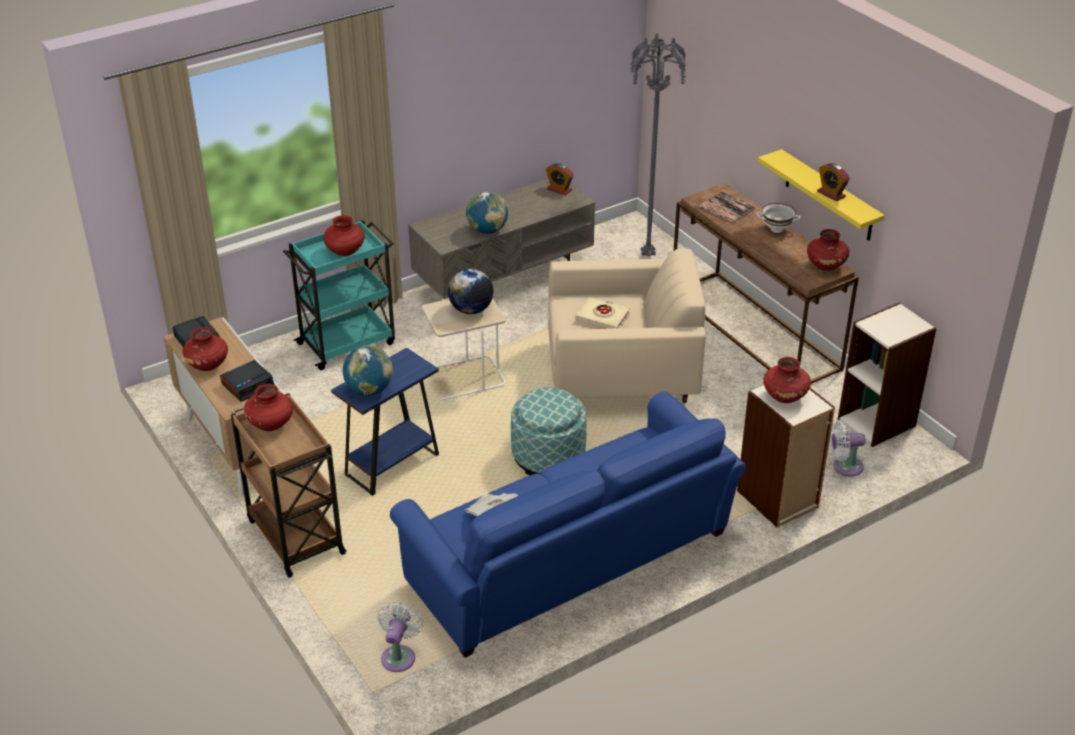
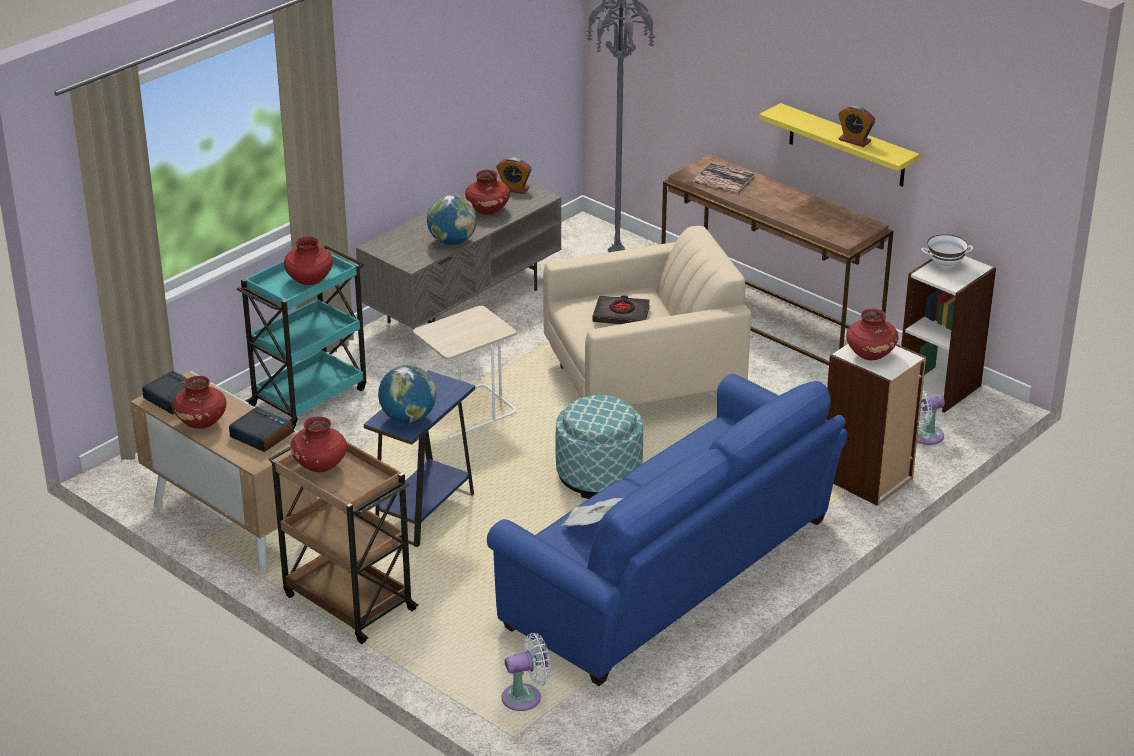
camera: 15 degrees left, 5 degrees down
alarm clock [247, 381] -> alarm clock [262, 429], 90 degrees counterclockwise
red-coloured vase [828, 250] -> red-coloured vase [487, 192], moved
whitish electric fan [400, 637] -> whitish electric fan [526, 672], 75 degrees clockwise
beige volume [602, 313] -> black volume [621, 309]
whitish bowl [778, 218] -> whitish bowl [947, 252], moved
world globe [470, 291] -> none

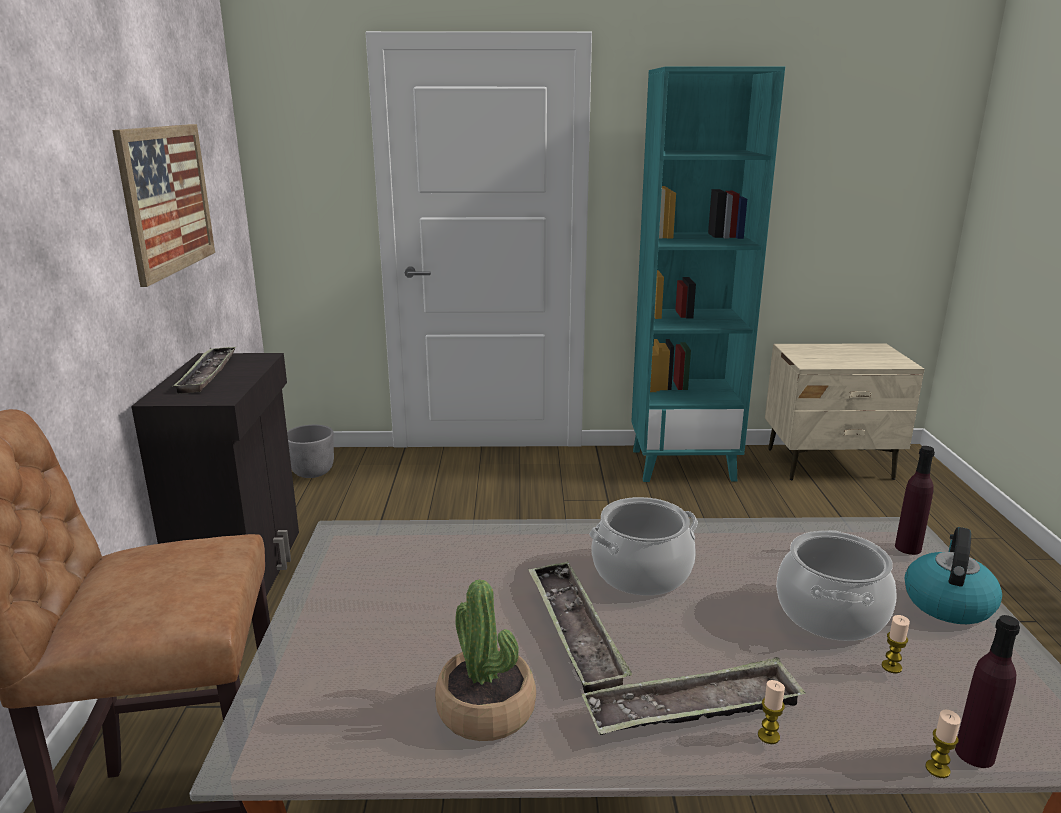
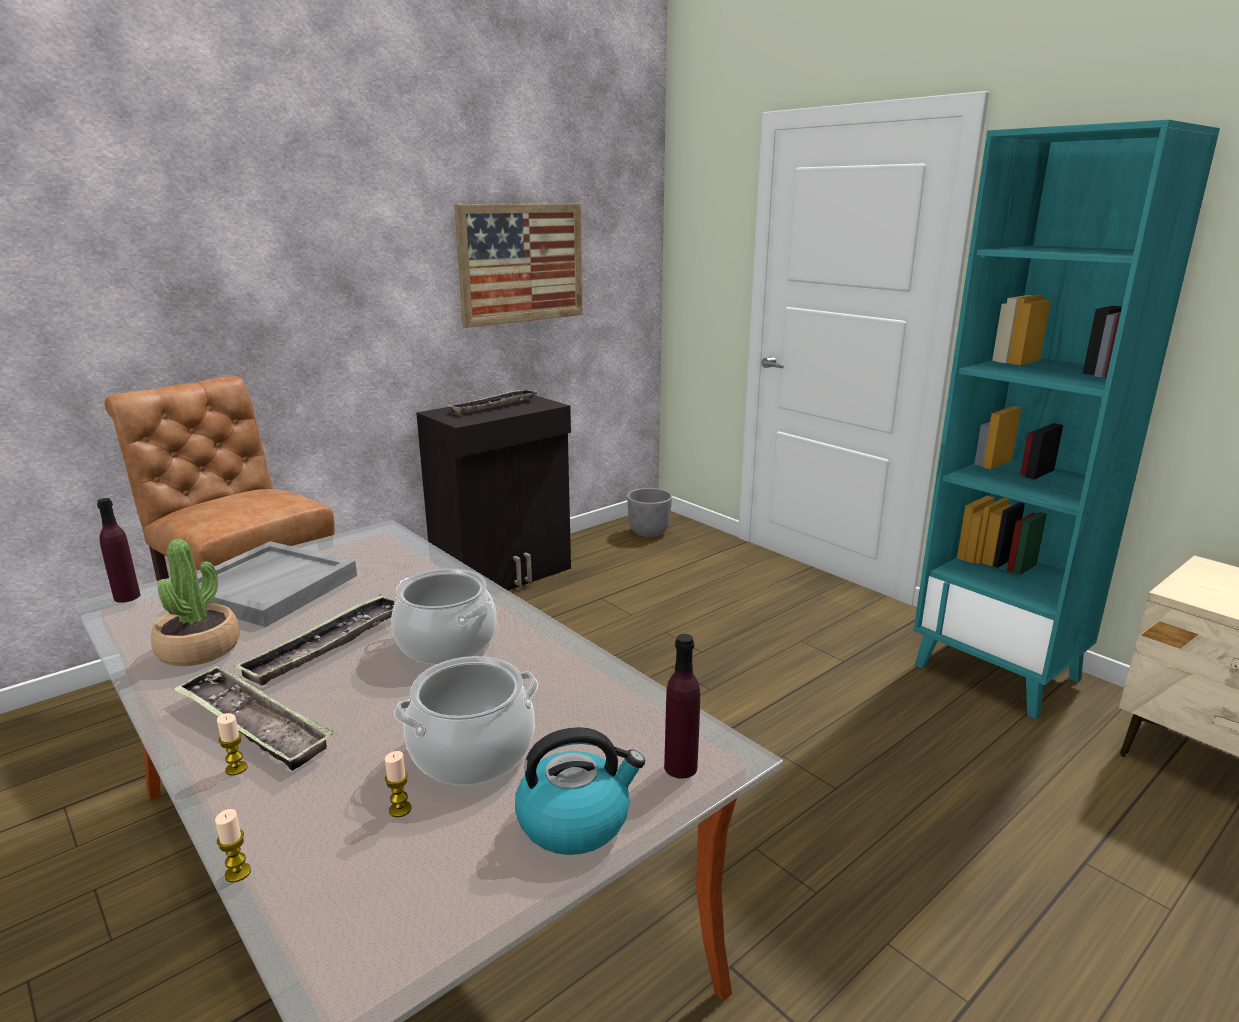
camera: 50 degrees right, 0 degrees up
purple drink bottle [987, 691] -> purple drink bottle [119, 550], moved
none -> greyish carrying tray [277, 584]

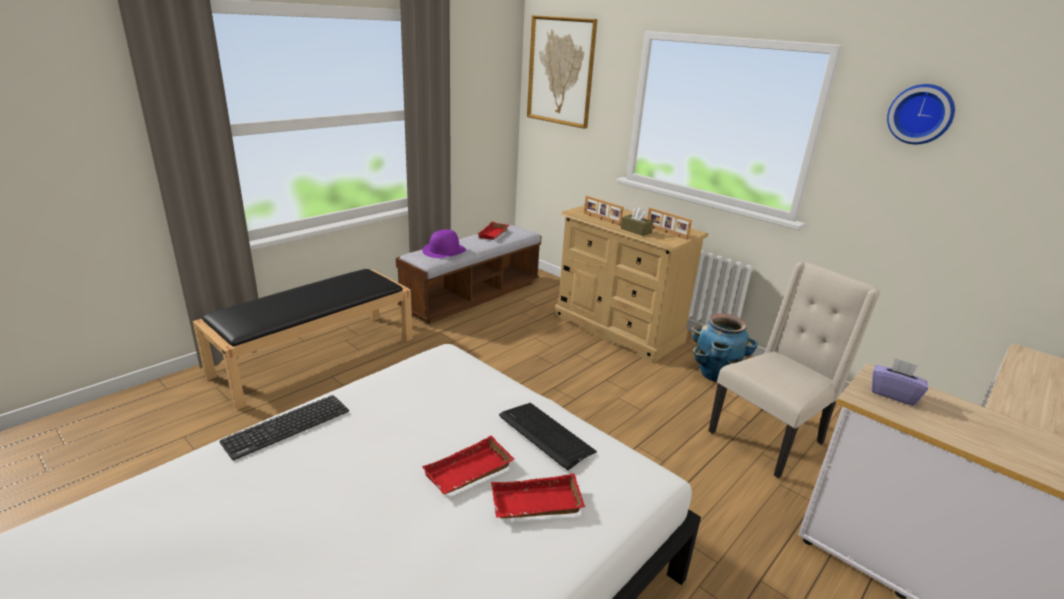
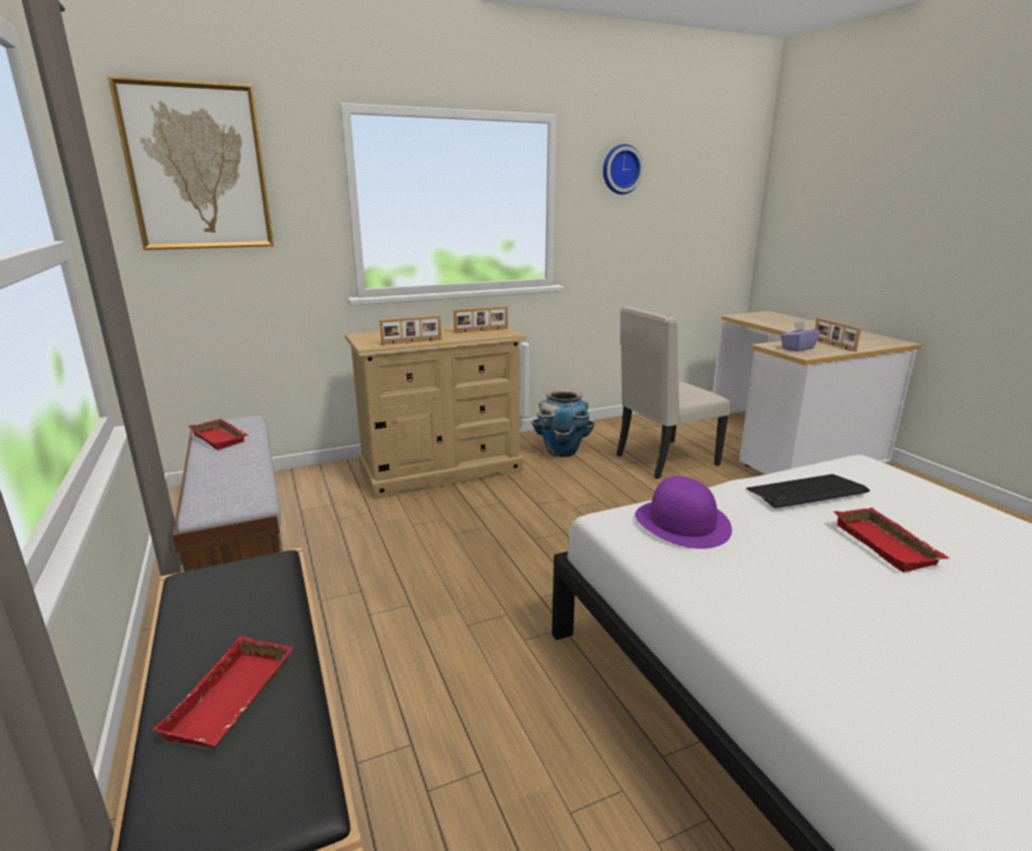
camera: 65 degrees left, 5 degrees down
red-coloured carrying tray [538, 495] -> red-coloured carrying tray [222, 691], moved
beige chair [794, 370] -> beige chair [673, 392], 105 degrees counterclockwise
purple wearable hat [444, 243] -> purple wearable hat [683, 512], moved
none -> standing frame [838, 335]
PC keyboard [284, 427] -> none
brown-coloured box of tissues [637, 221] -> none

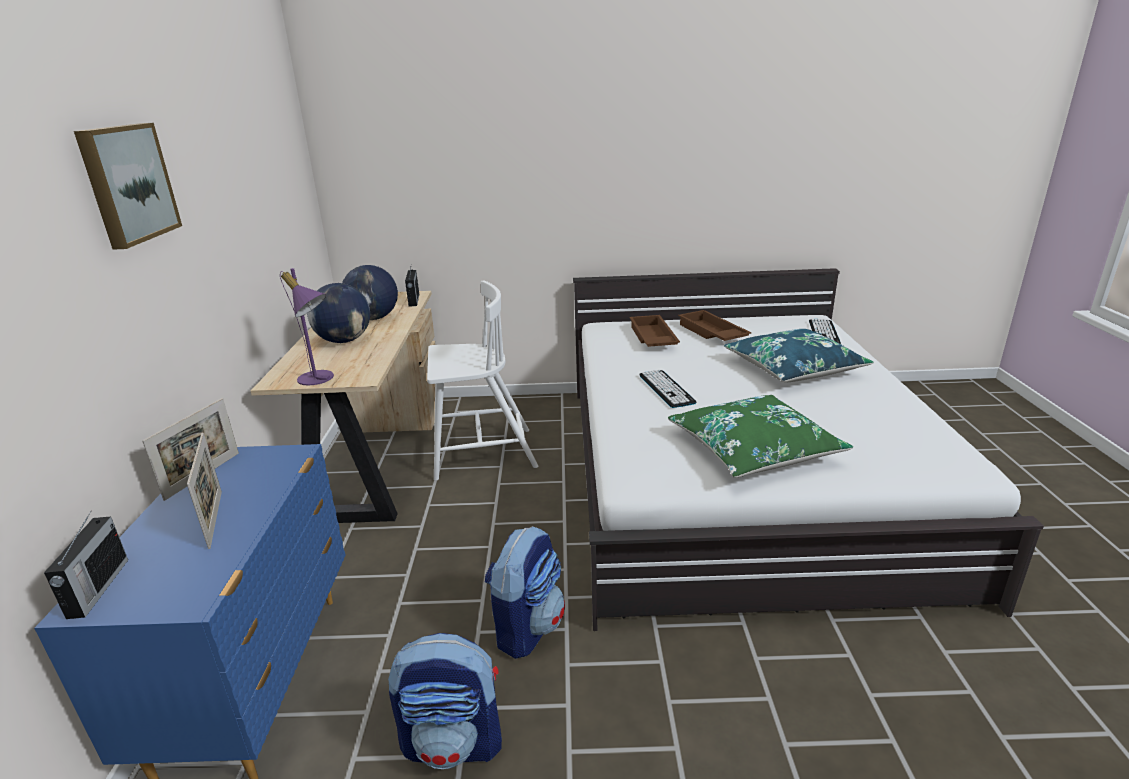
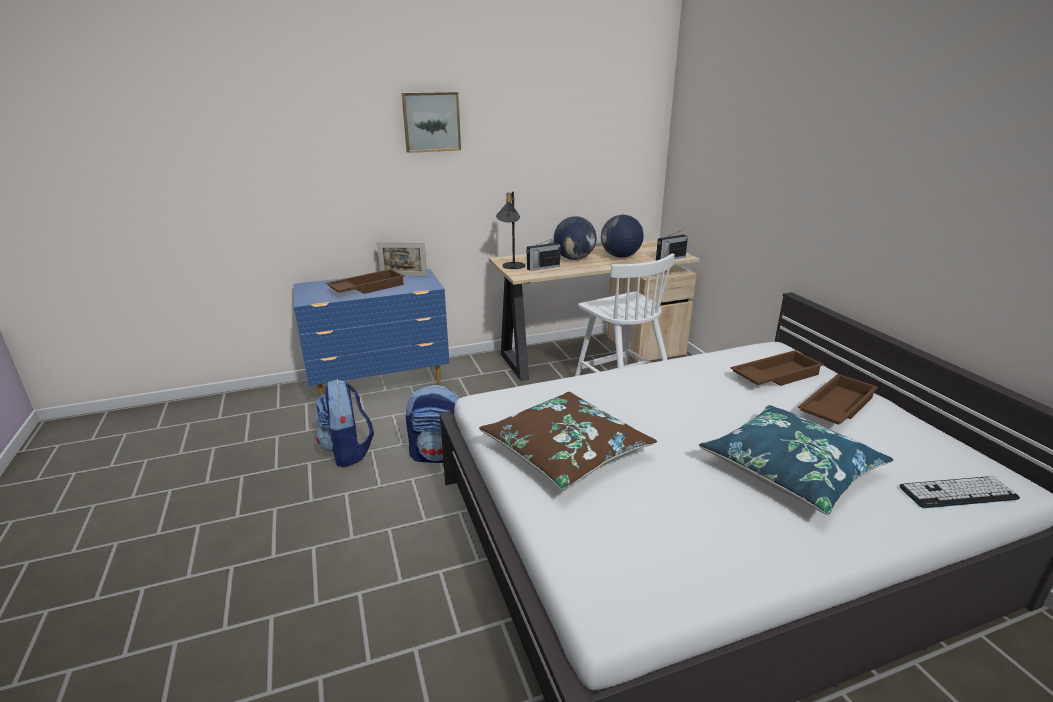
camera: 70 degrees right, 0 degrees up
standing frame [204, 491] -> brown-coloured carrying tray [365, 281]
green throw pillow [760, 436] -> brown-coloured throw pillow [568, 441]
purple lamp for a table [307, 327] -> black lamp for a table [510, 230]
radio receiver [86, 565] -> radio receiver [543, 255], moved
PC keyboard [668, 388] -> none

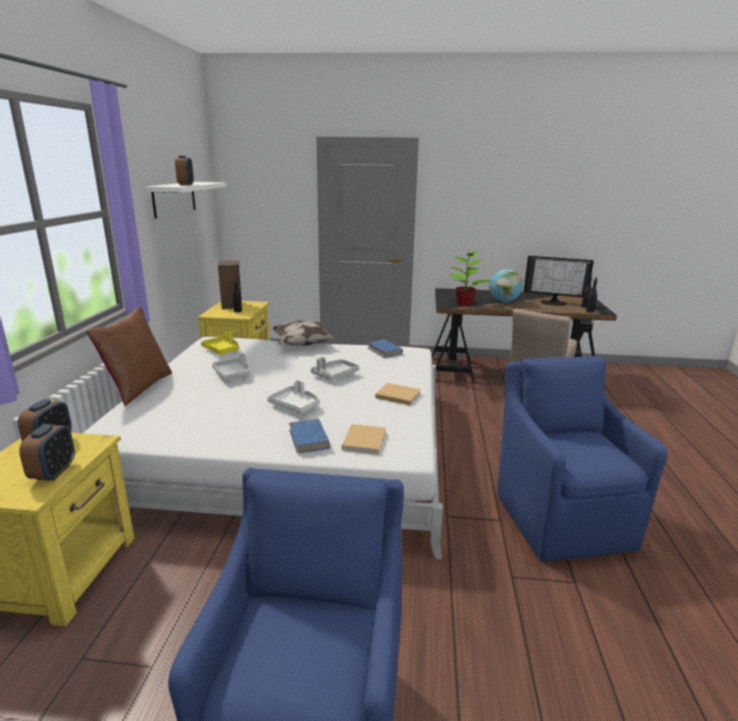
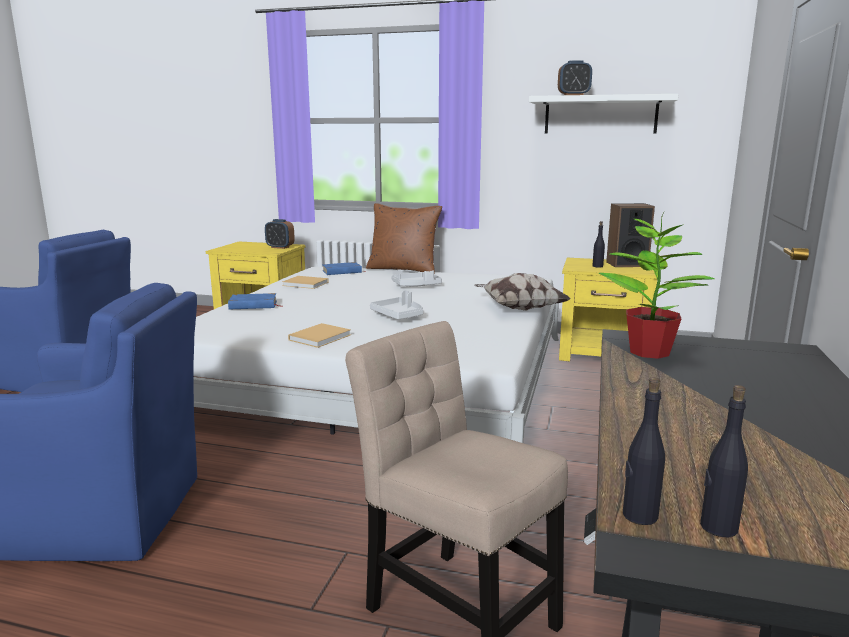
camera: 100 degrees right, 5 degrees down
beige volume [364, 439] -> beige volume [305, 282], moved
blue volume [385, 349] -> blue volume [342, 268], moved
alarm clock [47, 452] -> none
yellow-coloured carrying tray [220, 343] -> none
whitish carrying tray [293, 397] -> none
world globe [506, 285] -> none
computer display [559, 281] -> none

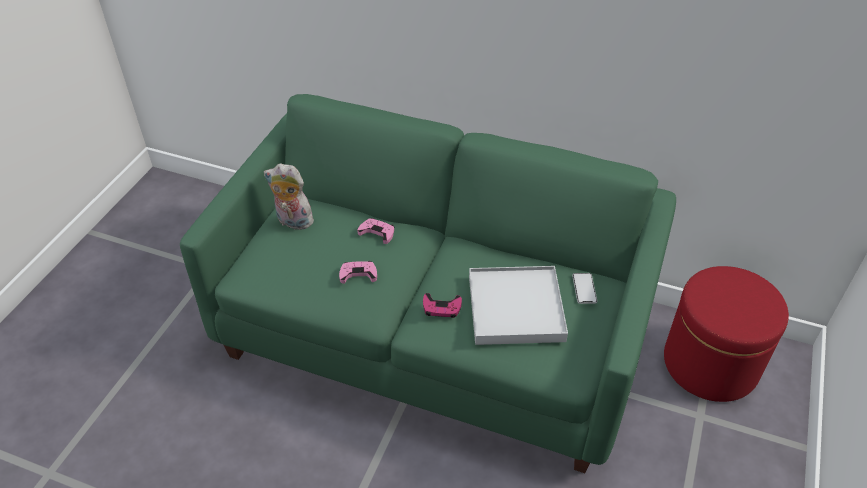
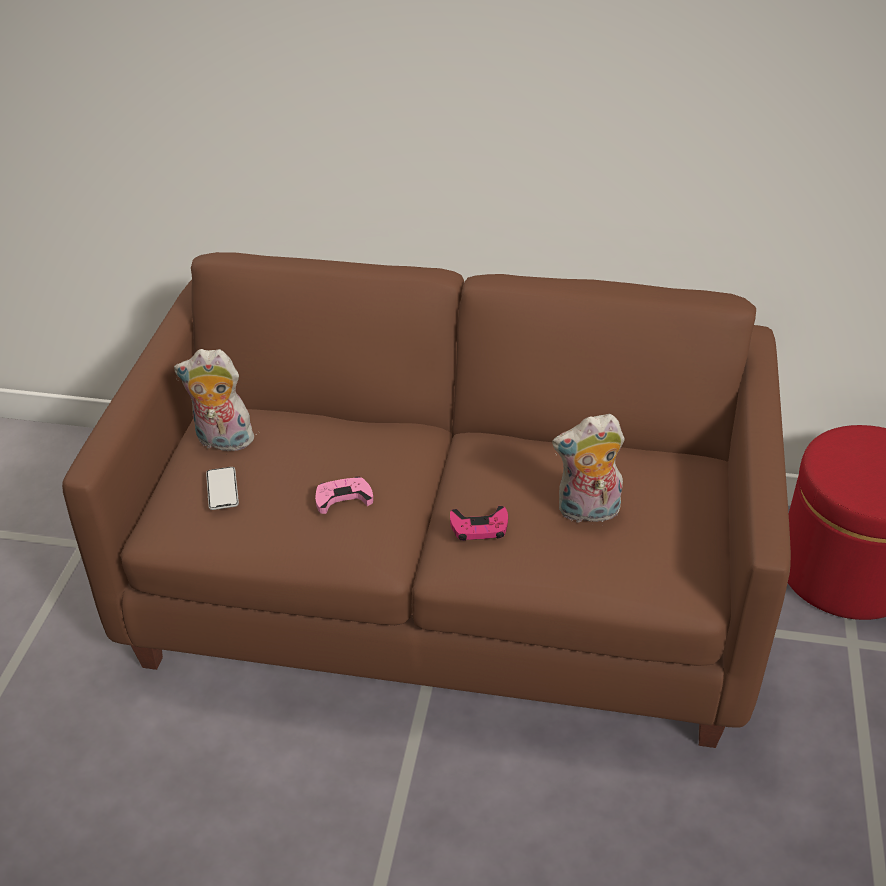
camera: 10 degrees left, 5 degrees down
green settee [428, 283] -> brown-coloured settee [426, 500]
handset [584, 288] -> handset [222, 488], moved
whitish carrying tray [518, 305] -> soft toy [588, 470]
pink game controller [376, 231] -> none

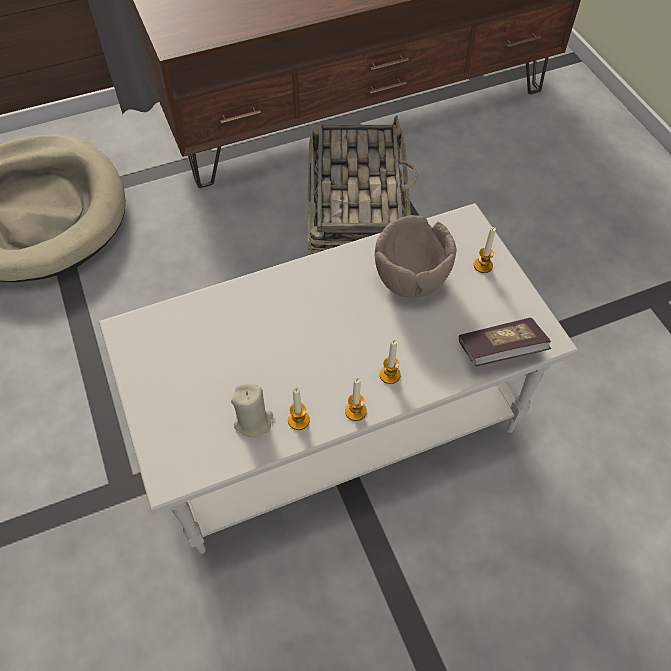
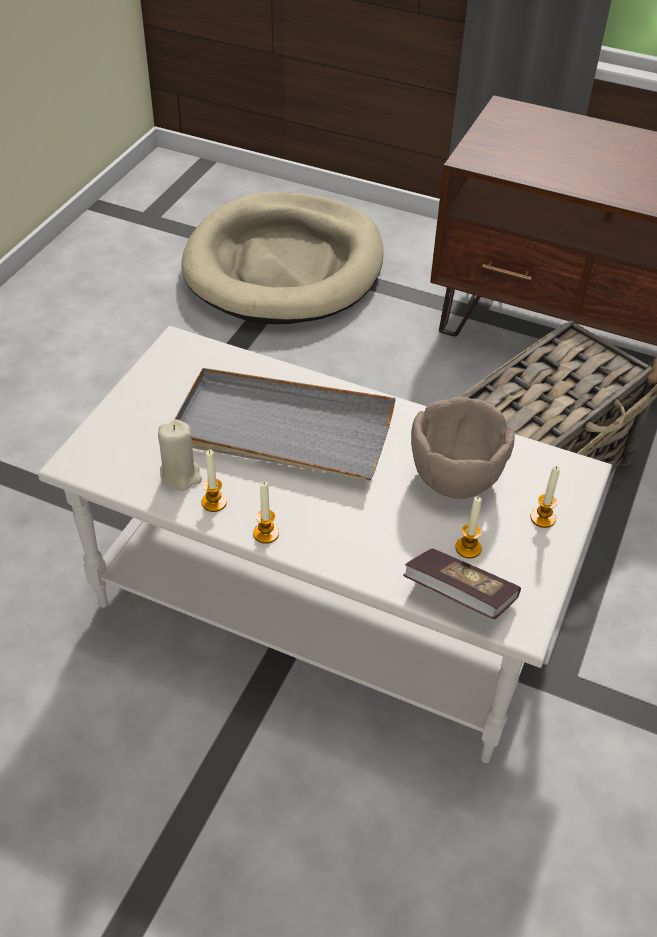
camera: 45 degrees right, 10 degrees down
none -> greyish carrying tray [285, 424]
candle [390, 362] -> candle [468, 527], moved

